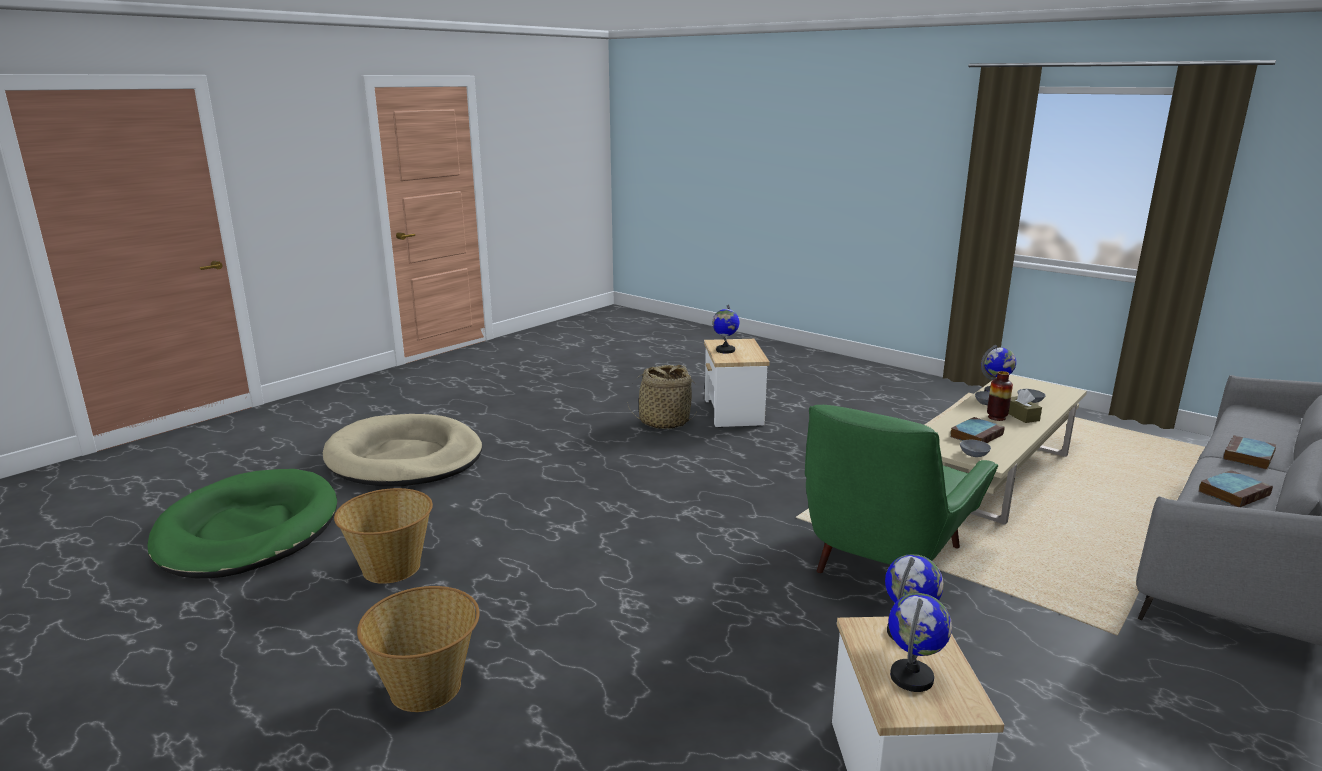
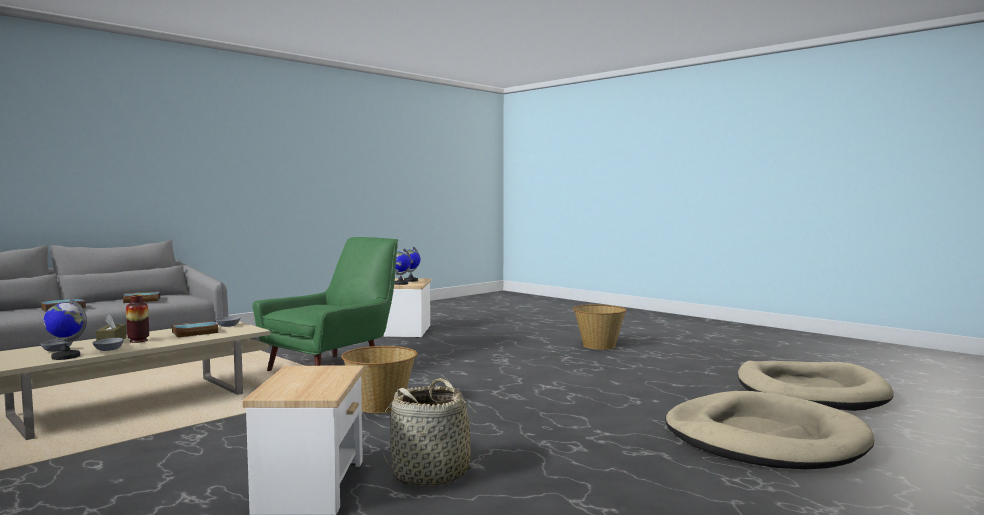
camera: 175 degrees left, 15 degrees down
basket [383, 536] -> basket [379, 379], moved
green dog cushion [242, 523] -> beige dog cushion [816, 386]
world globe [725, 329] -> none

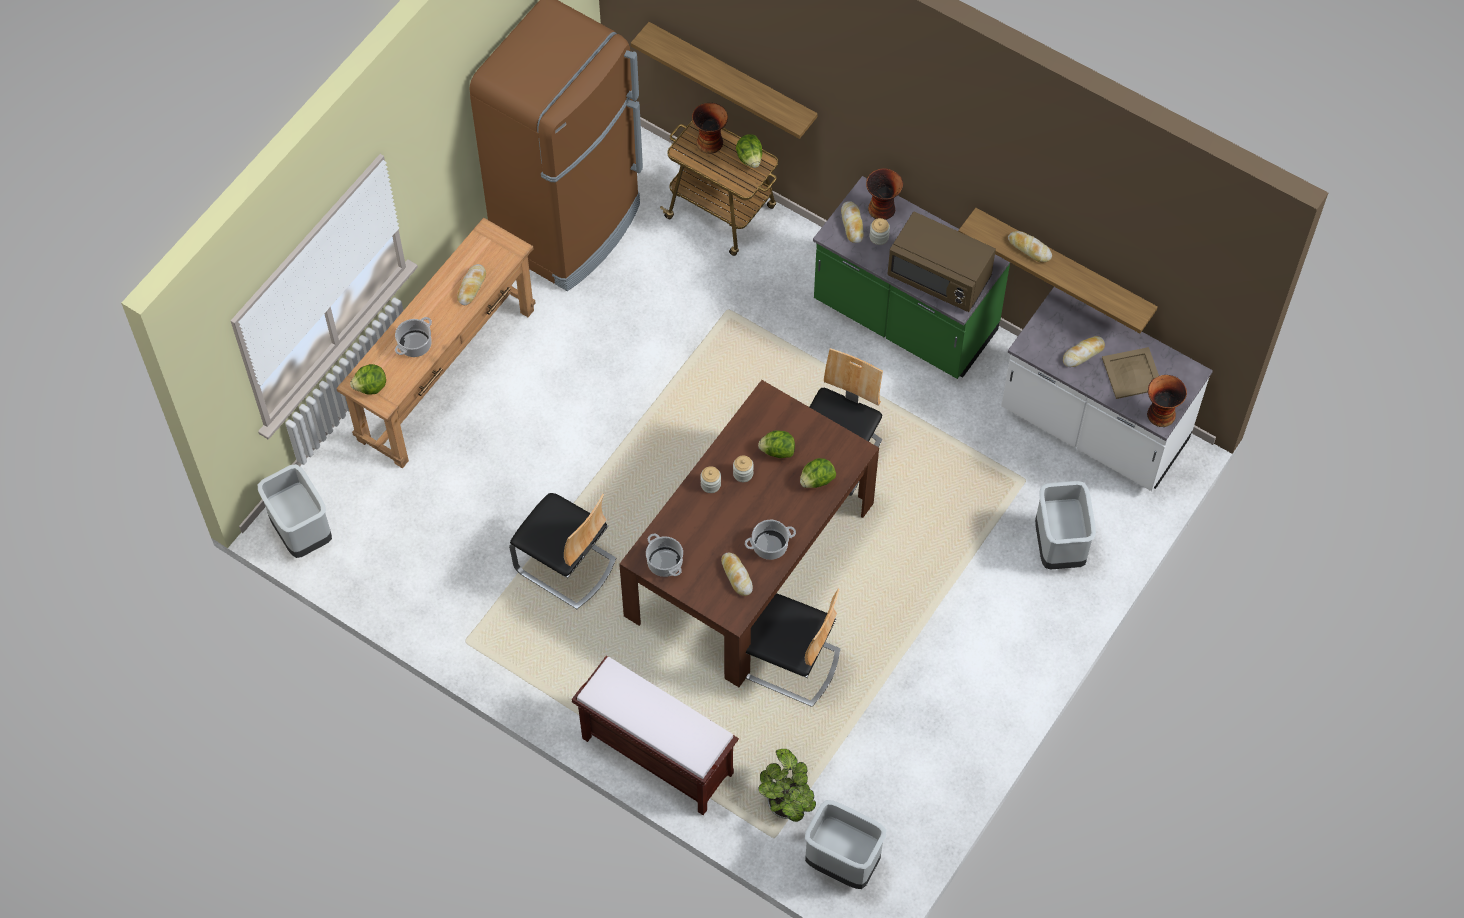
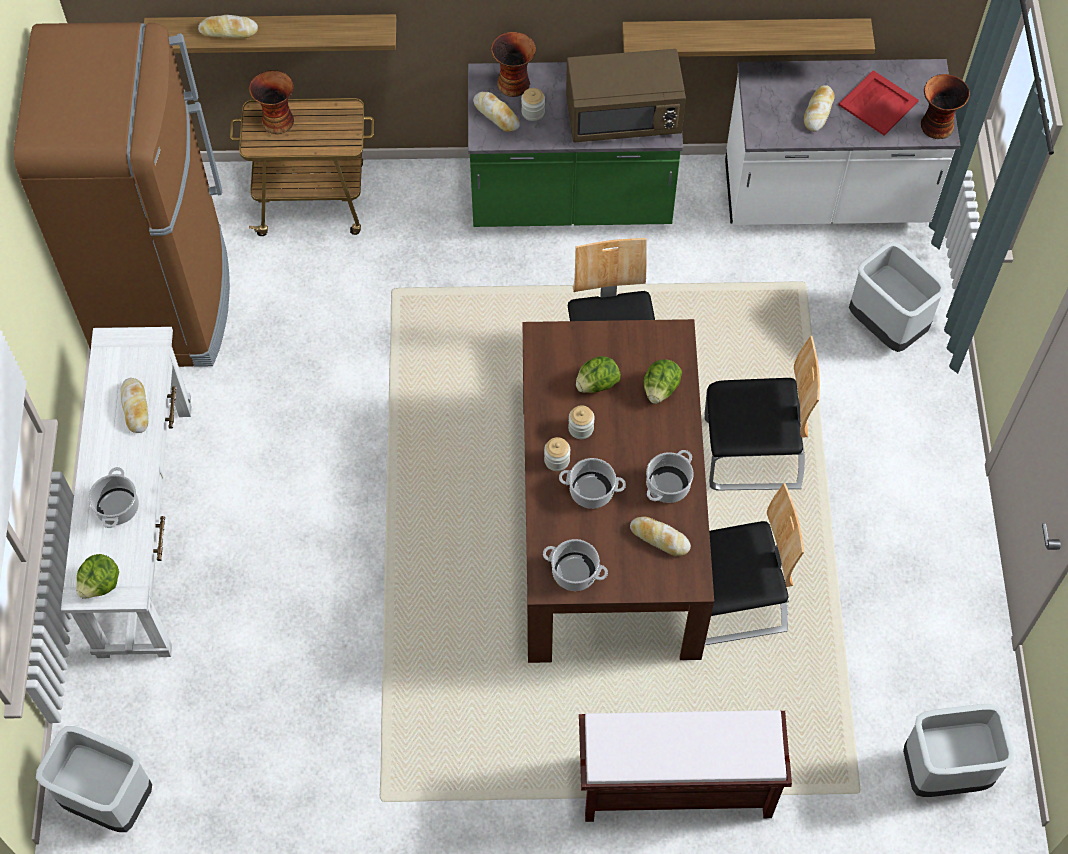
camera: 35 degrees left, 0 degrees up
brown-coloured console table [436, 343] -> whitish console table [126, 492]
bread [1030, 247] -> bread [228, 26], moved
none -> saucepot [592, 483]
chair [562, 551] -> chair [762, 413], moved
beige carrying tray [1130, 373] -> red-coloured carrying tray [879, 102]
lettuce [749, 151] -> none
houseplant [787, 785] -> none

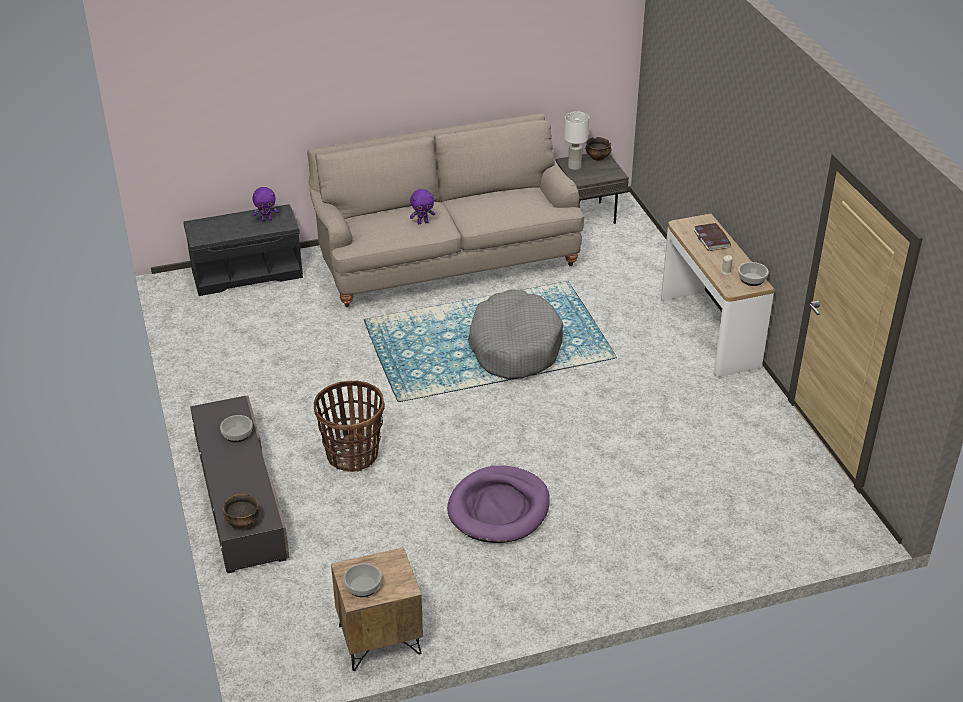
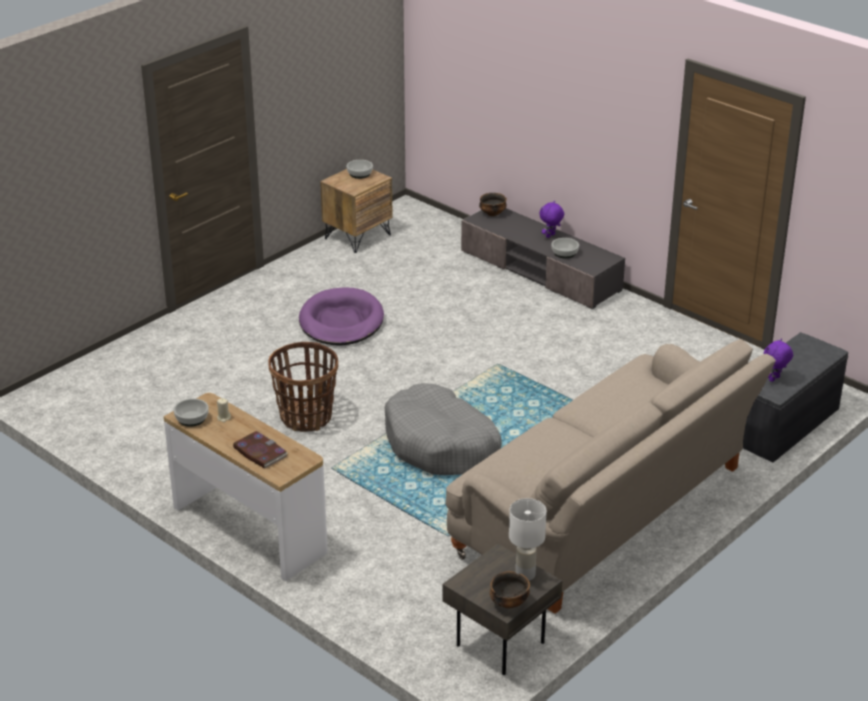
camera: 150 degrees right, 5 degrees down
basket [349, 426] -> basket [303, 387], moved
purple soft toy [422, 206] -> purple soft toy [551, 219], moved

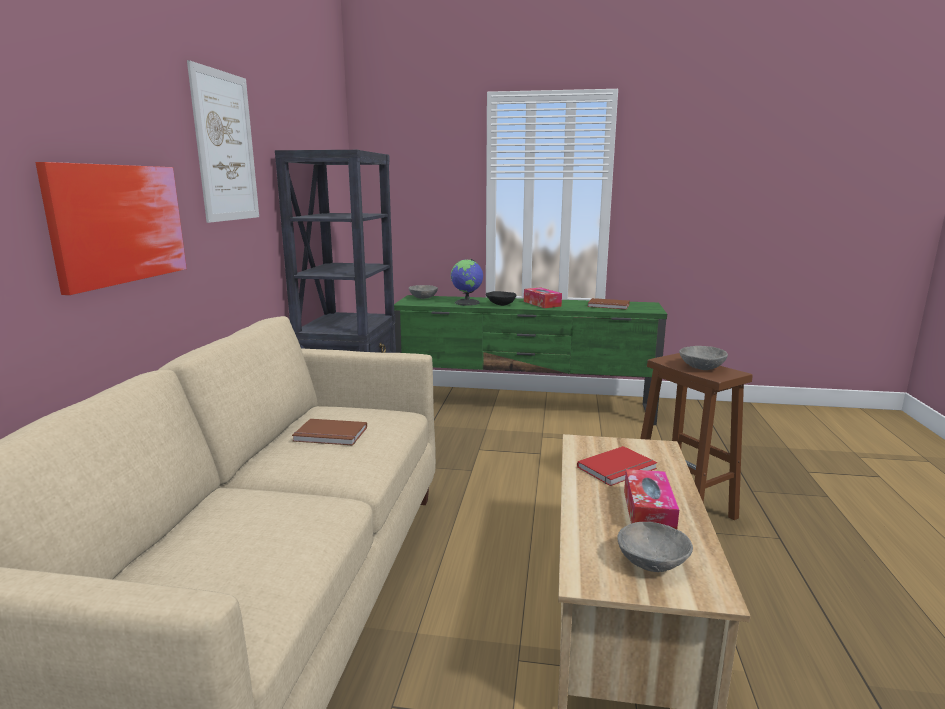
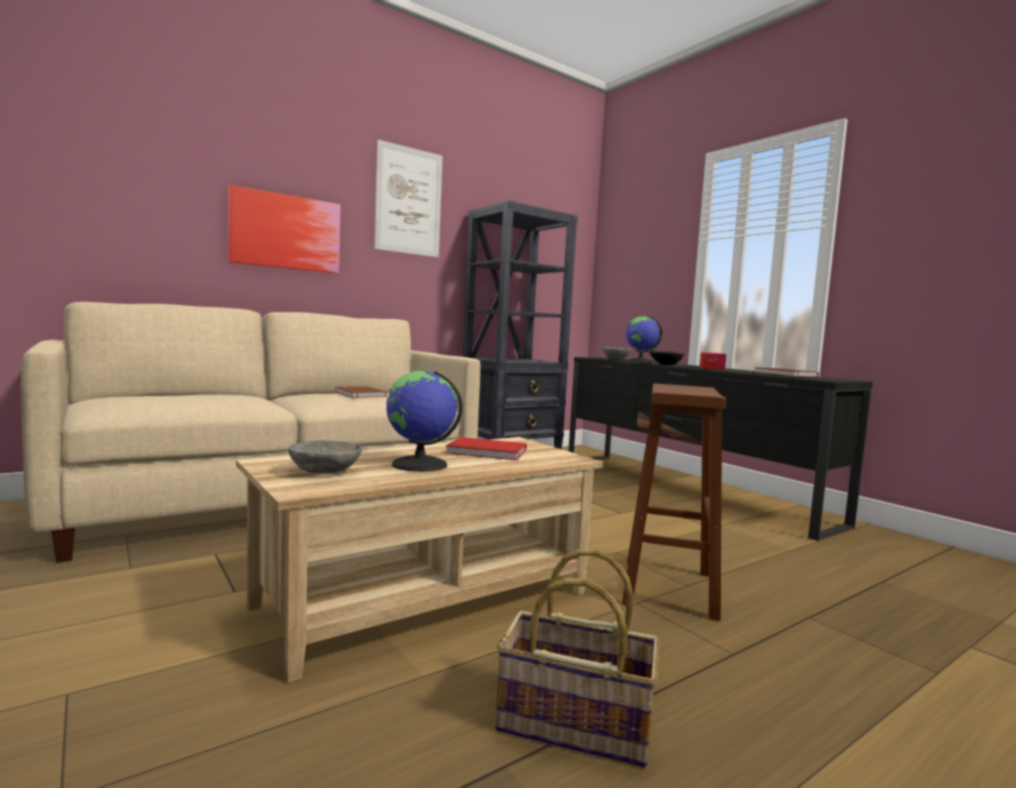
camera: 45 degrees right, 10 degrees down
box of tissues [651, 499] -> world globe [424, 421]
none -> basket [577, 658]
green media console [530, 360] -> black media console [721, 449]
greyish bowl [703, 358] -> none

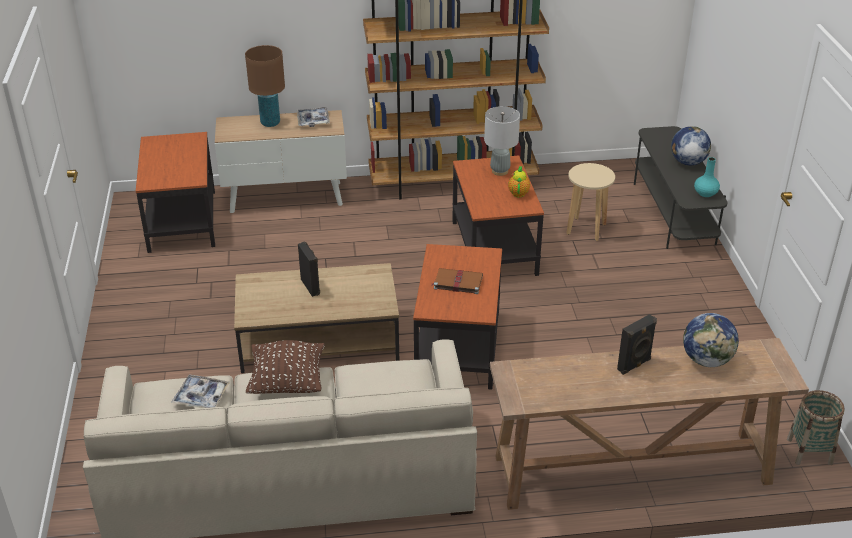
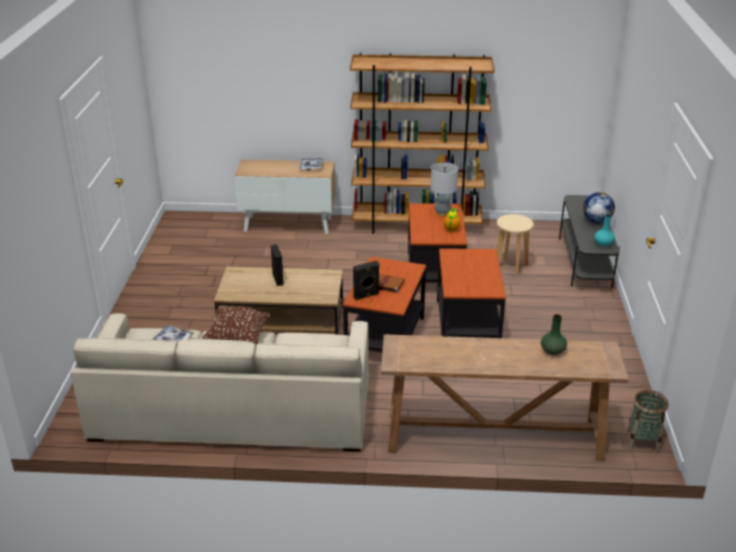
camera: 10 degrees right, 5 degrees down
black loudspeaker [637, 344] -> black loudspeaker [366, 280], moved
side table [175, 192] -> side table [471, 293], moved
world globe [711, 340] -> green vase [554, 334]
brown-coloured lamp for a table [265, 86] -> none

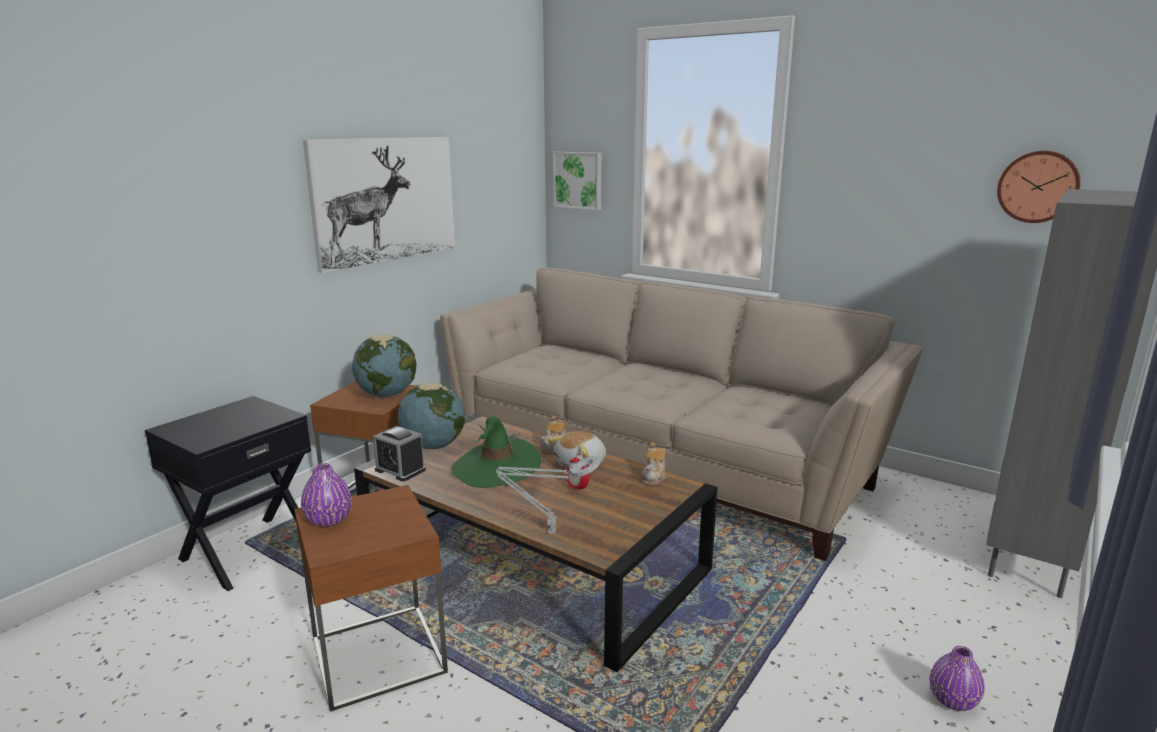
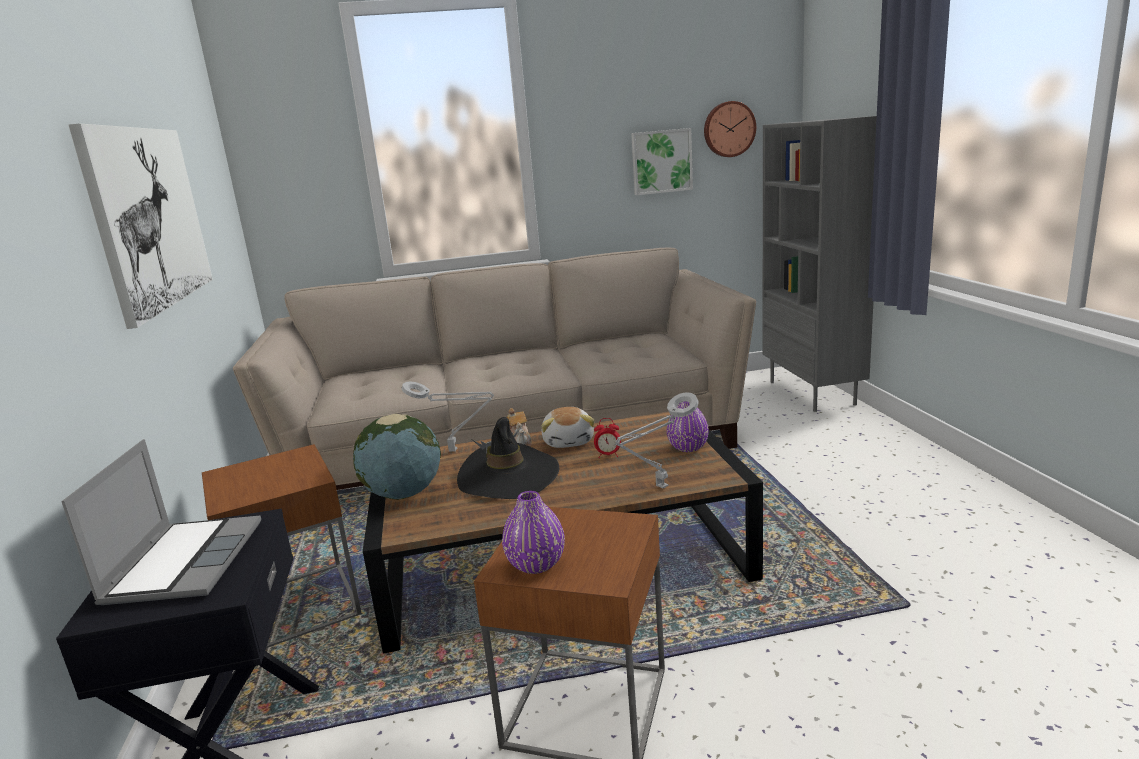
camera: 45 degrees left, 0 degrees up
none -> laptop [161, 522]
none -> greyish lamp for a table [447, 416]
green wearable hat [496, 452] -> black wearable hat [508, 458]
wall art [577, 181] -> wall art [662, 161], moved
purple vase [957, 678] -> purple vase [688, 426], moved
world globe [384, 365] -> none
alarm clock [399, 453] -> none
pot for tea [654, 463] -> none

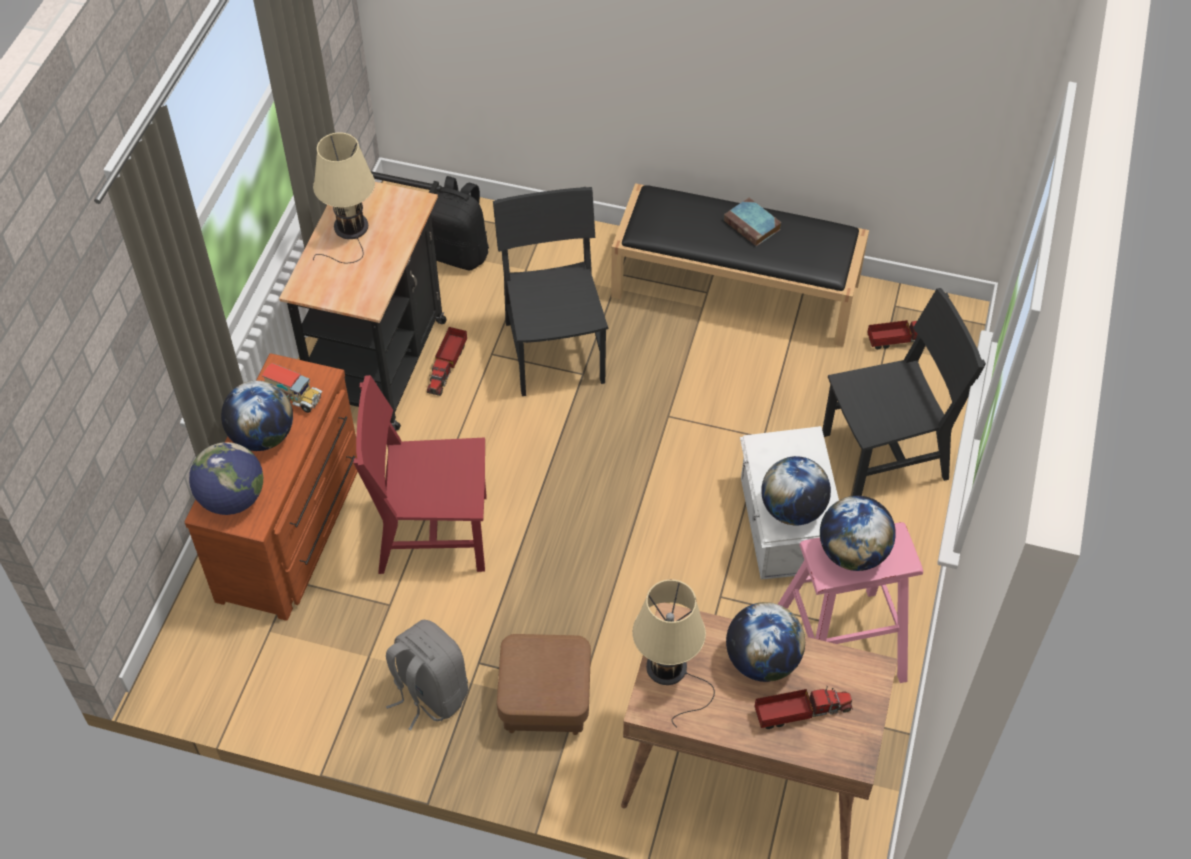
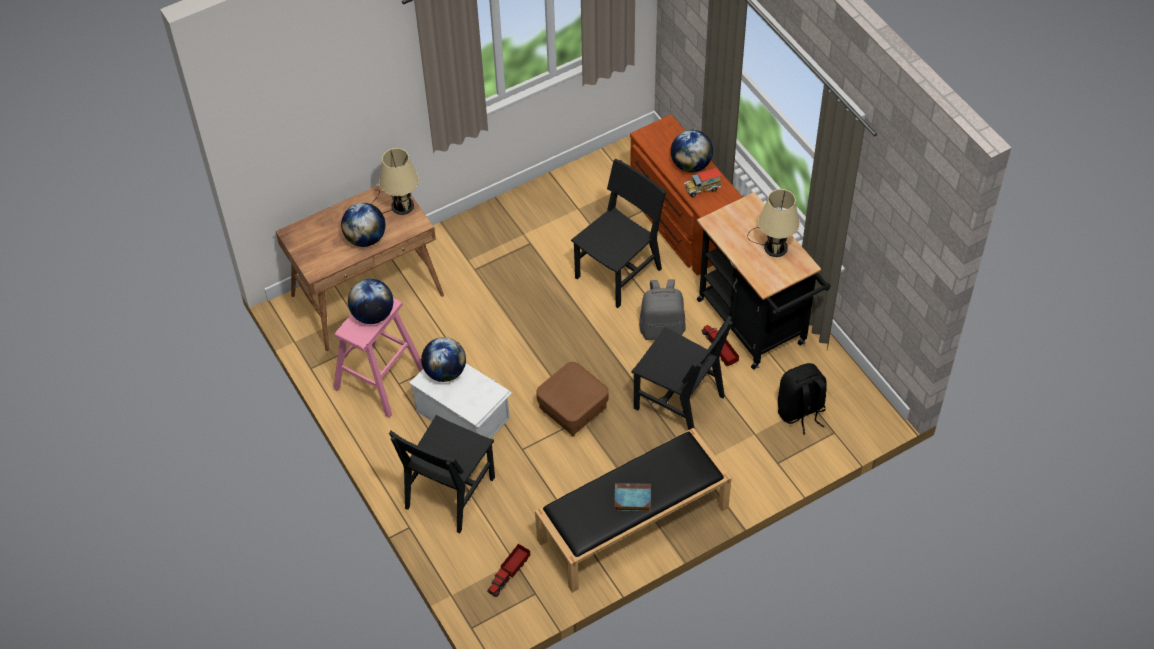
camera: 135 degrees right, 0 degrees up
brown-coloured pouffe [544, 684] -> brown-coloured pouffe [572, 399], moved
red-coloured chair [420, 474] -> black chair [618, 233]
greyish backpack [427, 675] -> greyish backpack [662, 309], moved
world globe [226, 478] -> none
toy lorry [803, 707] -> none

